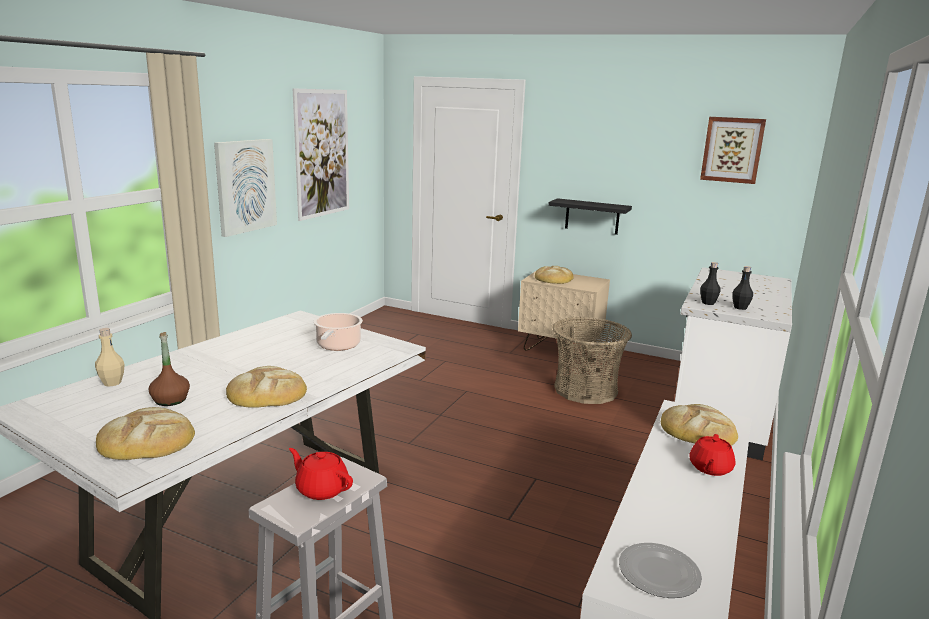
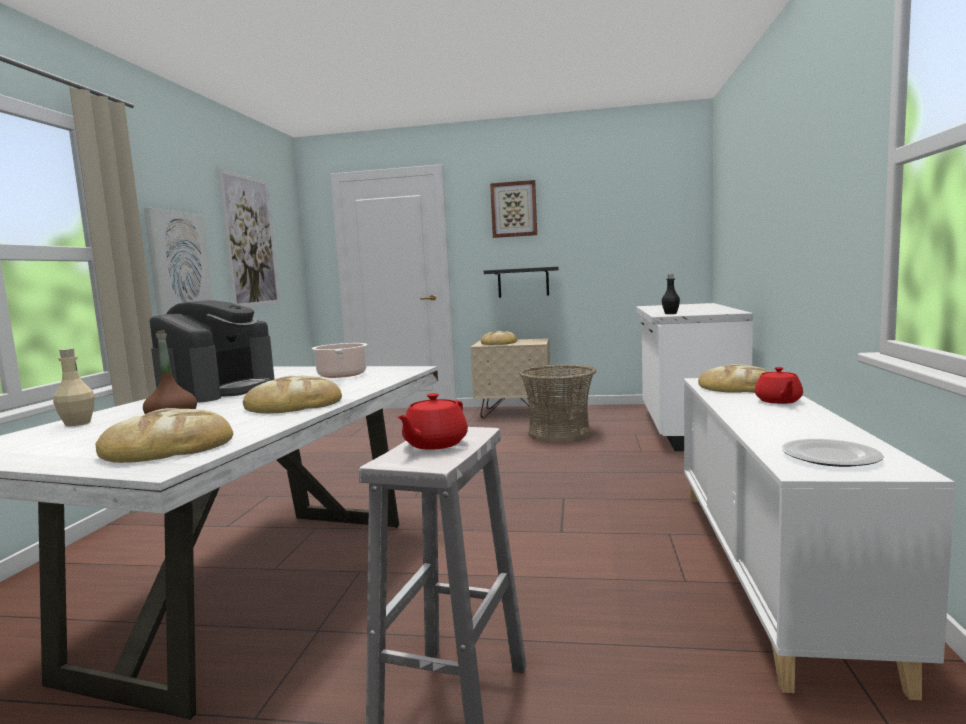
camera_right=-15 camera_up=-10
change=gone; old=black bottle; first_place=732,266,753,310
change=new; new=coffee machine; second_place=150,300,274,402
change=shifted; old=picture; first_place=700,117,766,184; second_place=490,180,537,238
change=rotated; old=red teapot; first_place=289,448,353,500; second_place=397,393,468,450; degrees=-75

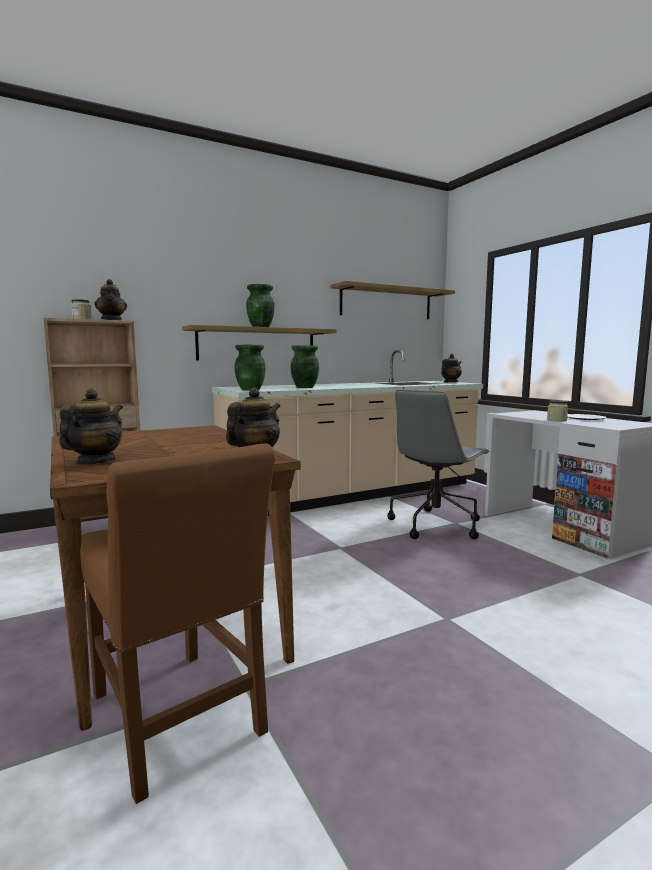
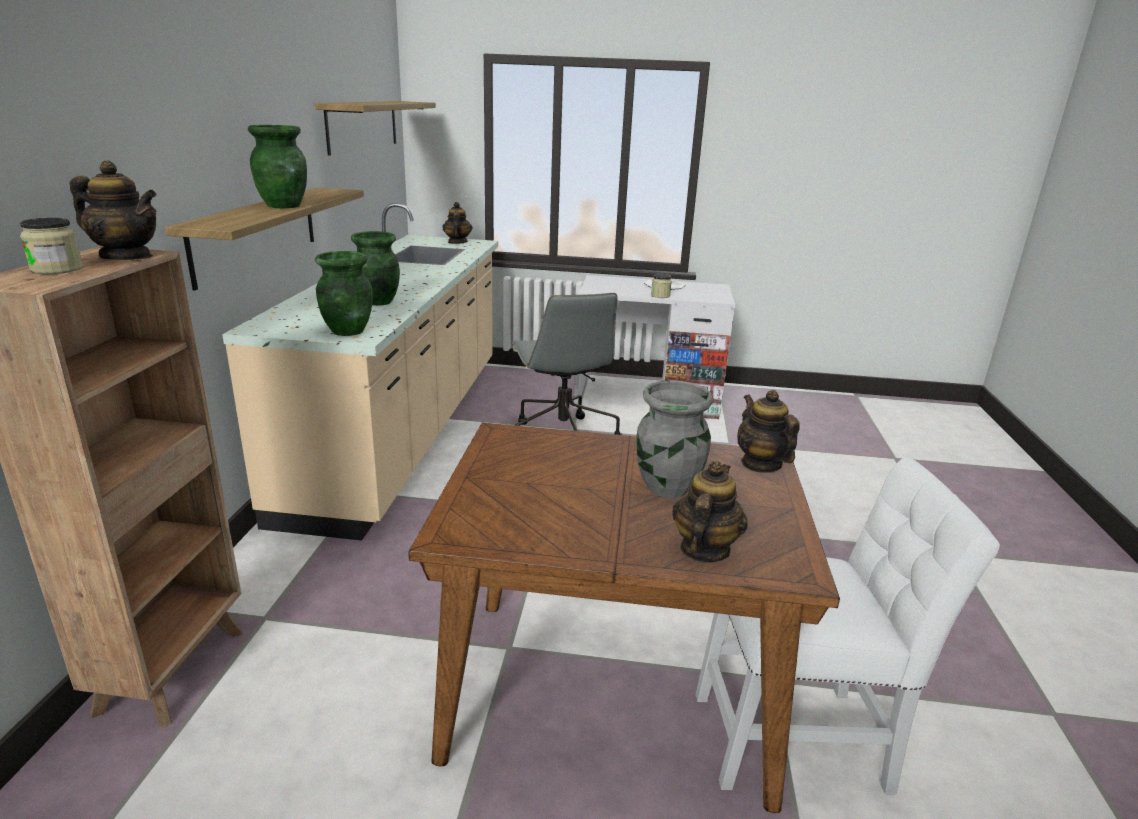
camera_right=-55 camera_up=15
change=new; new=grey vase; second_place=636,380,713,498
change=repainted; old=brown chair; new=white chair; first_place=80,444,275,804; second_place=695,457,1000,795
change=rotated; old=teapot; first_place=59,389,123,465; second_place=672,461,748,562; degrees=60

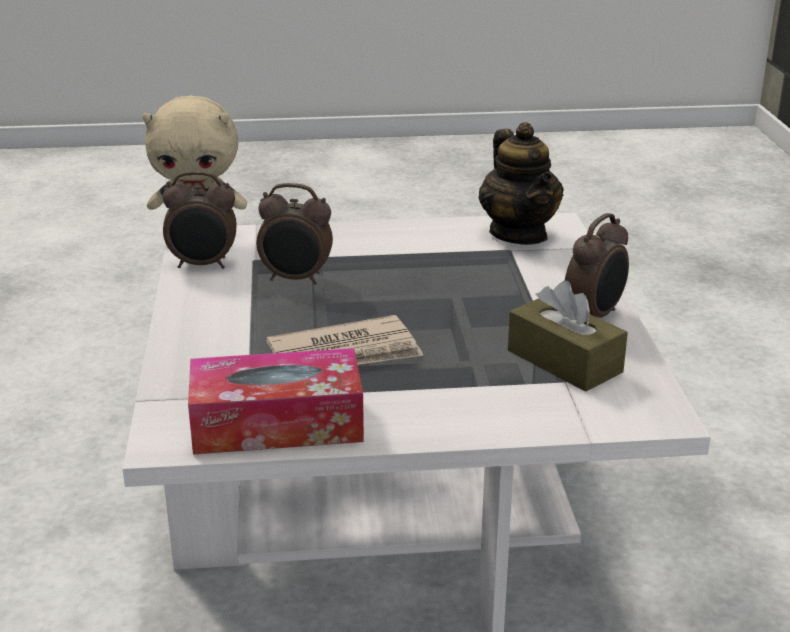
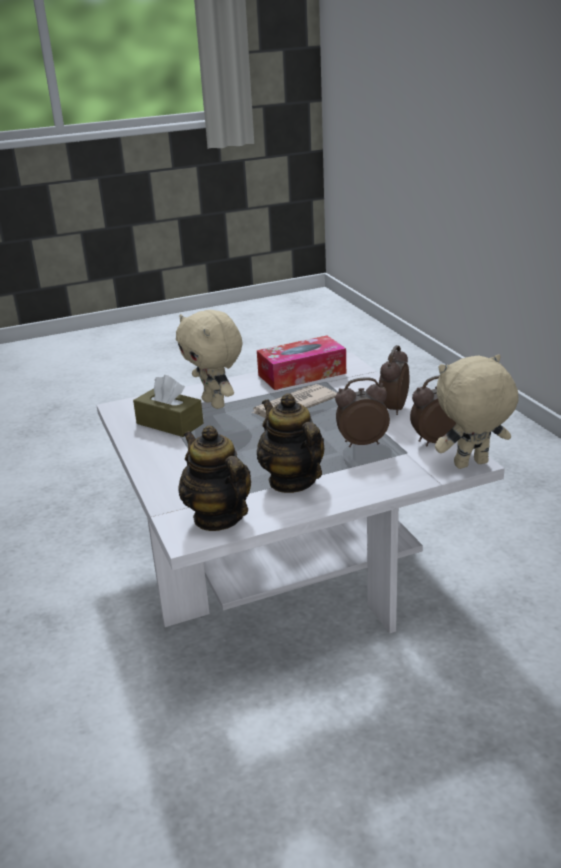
camera_right=165 camera_up=0
change=new; new=beige plush toy; second_place=176,310,243,409
change=new; new=teapot; second_place=257,393,324,493
change=shifted; old=alarm clock; first_place=565,213,629,318; second_place=379,345,410,415

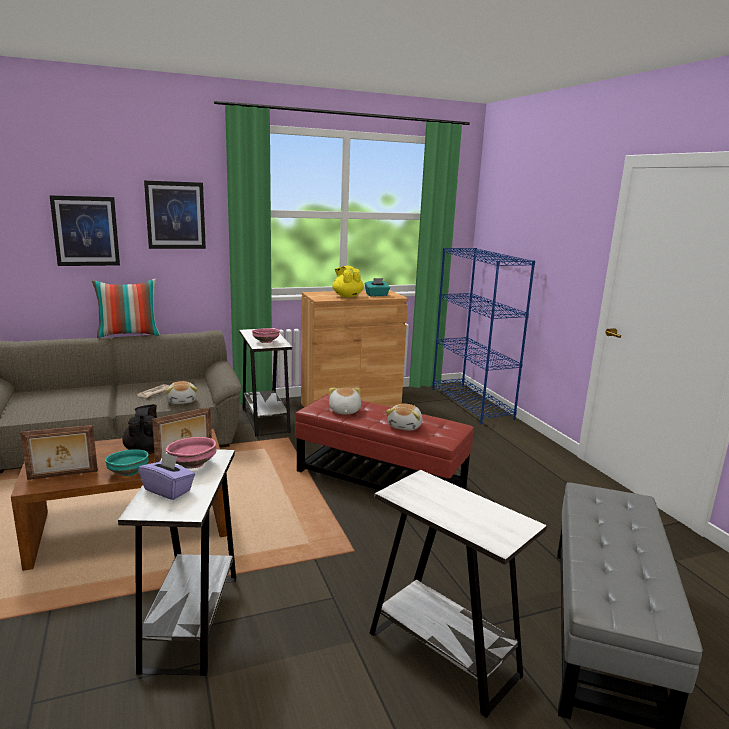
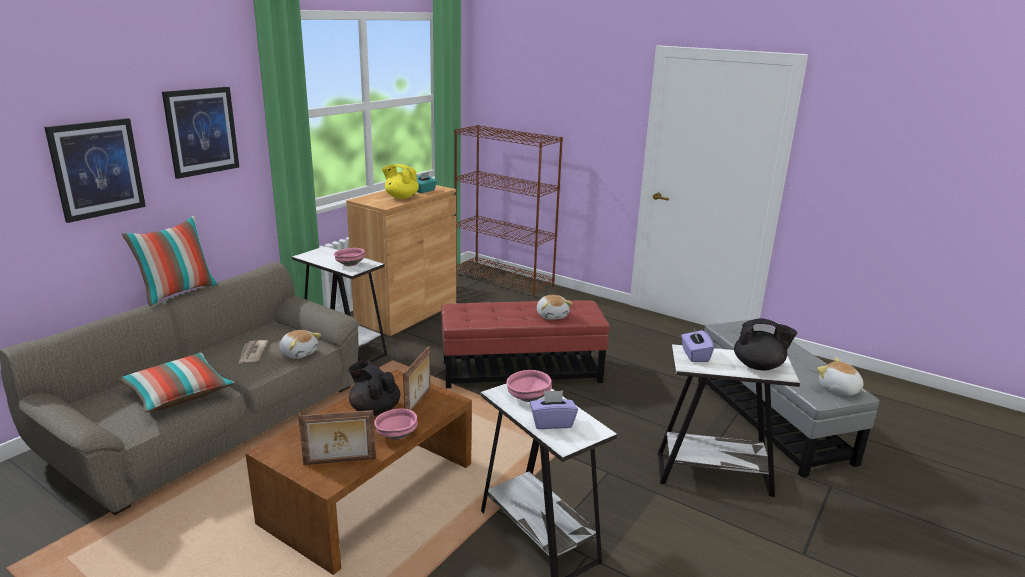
camera_right=-35 camera_up=5
change=new; new=pillow; second_place=117,353,235,412
change=new; new=purple tissue box; second_place=681,329,714,362
change=new; new=black teapot; second_place=734,318,797,371
change=shifted; old=plush toy; first_place=329,388,361,414; second_place=817,357,866,396
change=repainted; old=turquoise bowl; new=pink bowl; first_place=105,449,149,476; second_place=374,408,418,440
change=repainted; old=blue bookcase; new=brown bookcase; first_place=432,248,535,424; second_place=454,125,563,298
change=rotated; old=picture frame; first_place=20,425,98,480; second_place=298,410,376,465; degrees=45

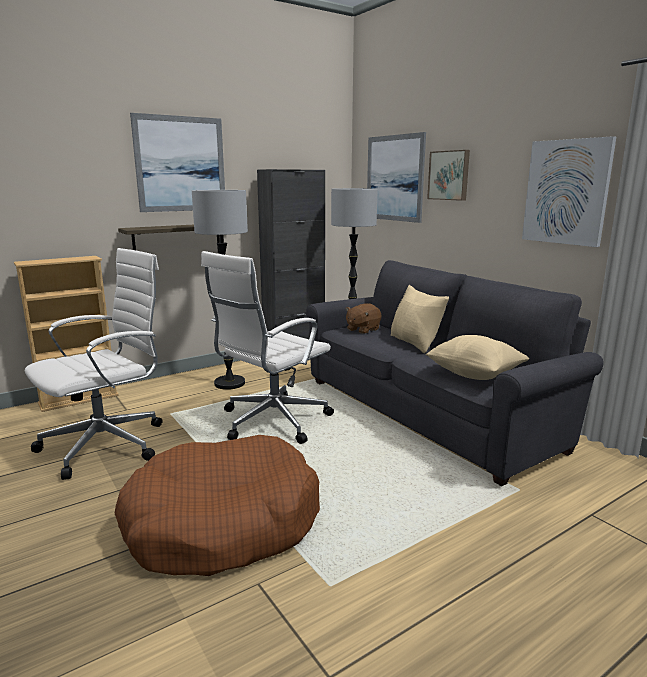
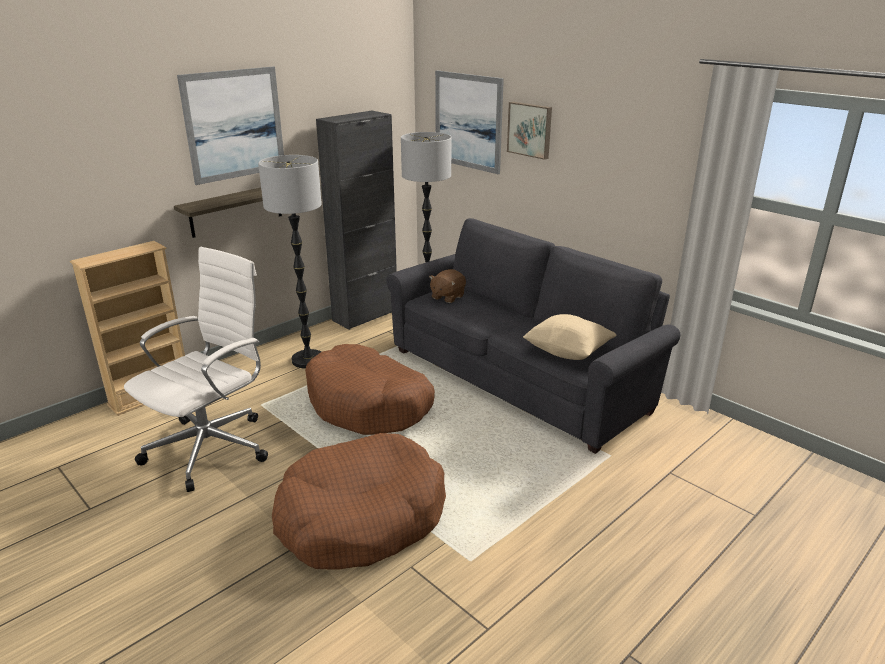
camera_right=-10 camera_up=10
change=gone; old=beige pillow; first_place=391,285,449,353
change=gone; old=picture; first_place=522,136,616,247
change=swapped; old=white office chair; new=brown dog bed; first_place=201,251,334,444; second_place=305,344,435,435

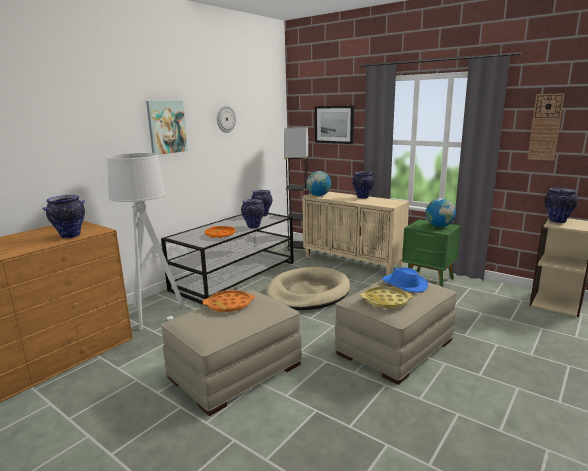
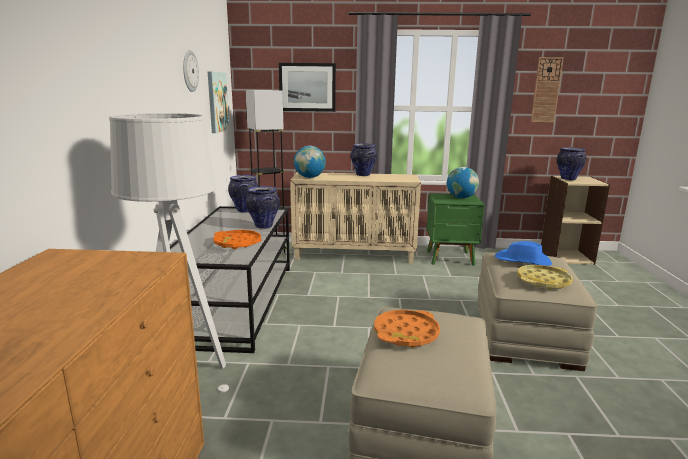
camera_right=-35 camera_up=0
change=gone; old=vase; first_place=42,195,85,238
change=gone; old=beige dog bed; first_place=266,267,350,310
change=shifted; old=picture; first_place=146,100,188,155; second_place=208,72,229,133

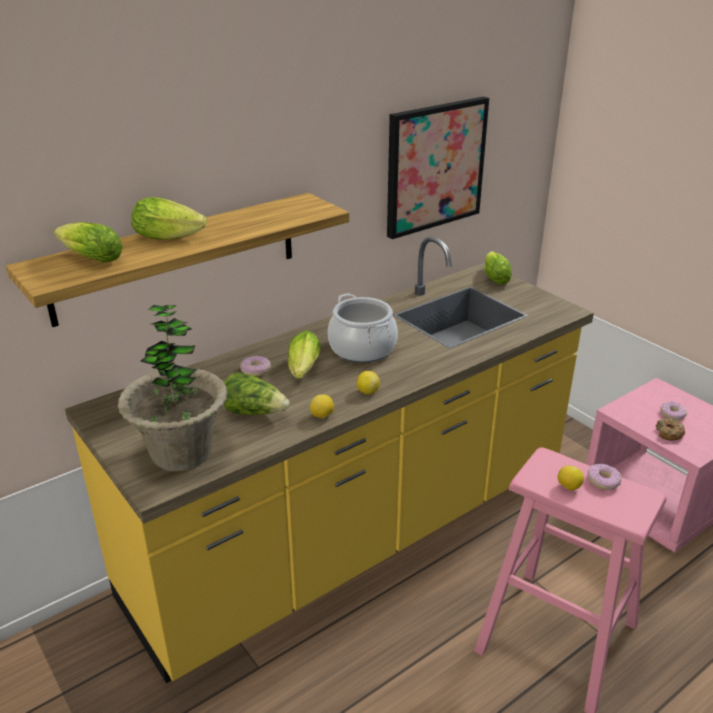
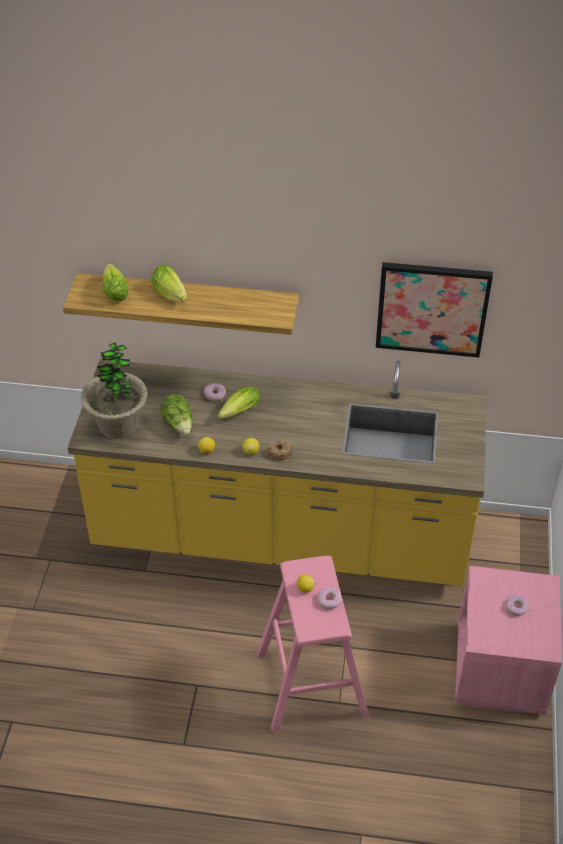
camera_right=45 camera_up=15
change=gone; old=cooking pot; first_place=328,293,398,363
change=gone; old=lettuce; first_place=484,251,512,285
change=shifted; old=donut; first_place=656,418,685,440; second_place=267,439,292,460

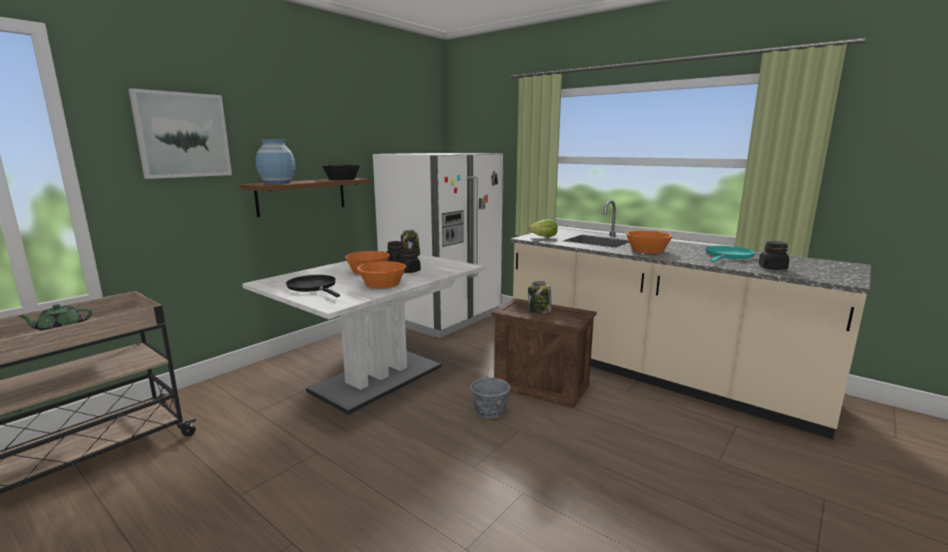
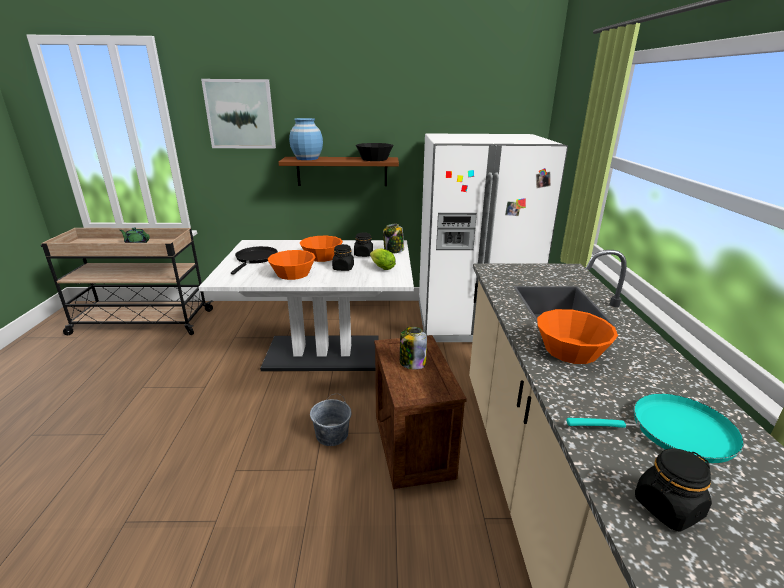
camera_right=50 camera_up=10
change=shifted; old=lettuce; first_place=529,219,558,237; second_place=370,249,396,270

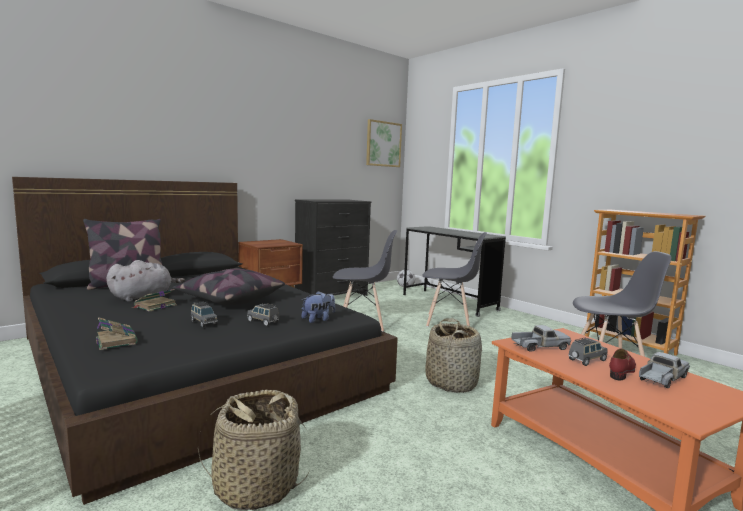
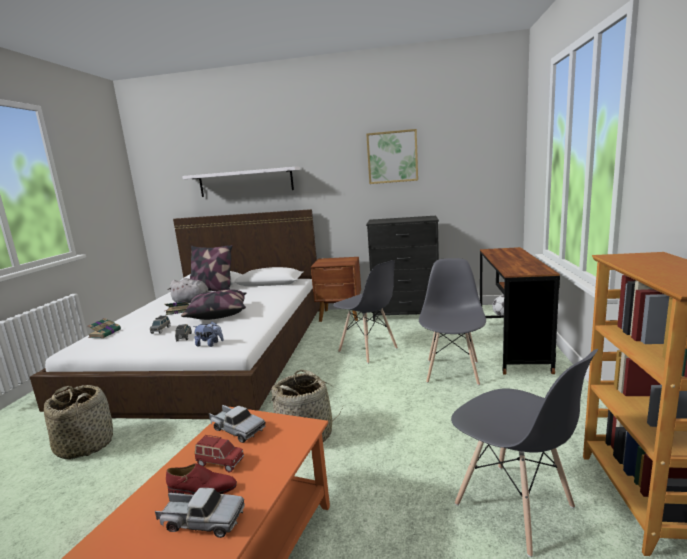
camera_right=50 camera_up=5
change=new; new=white shelf; second_place=182,167,300,197
change=shifted; old=picture; first_place=366,119,402,167; second_place=366,129,418,184
change=repainted; old=black bed; new=white bed; first_place=12,177,398,505; second_place=30,209,320,419
change=repainted; old=grey desk; new=brown desk; first_place=403,226,506,317; second_place=480,247,560,375
change=repainted; old=grey toy car; new=red toy car; first_place=569,338,608,366; second_place=195,435,244,472
change=rotated; old=grey chair; first_place=422,232,487,327; second_place=419,258,486,385; degrees=-135

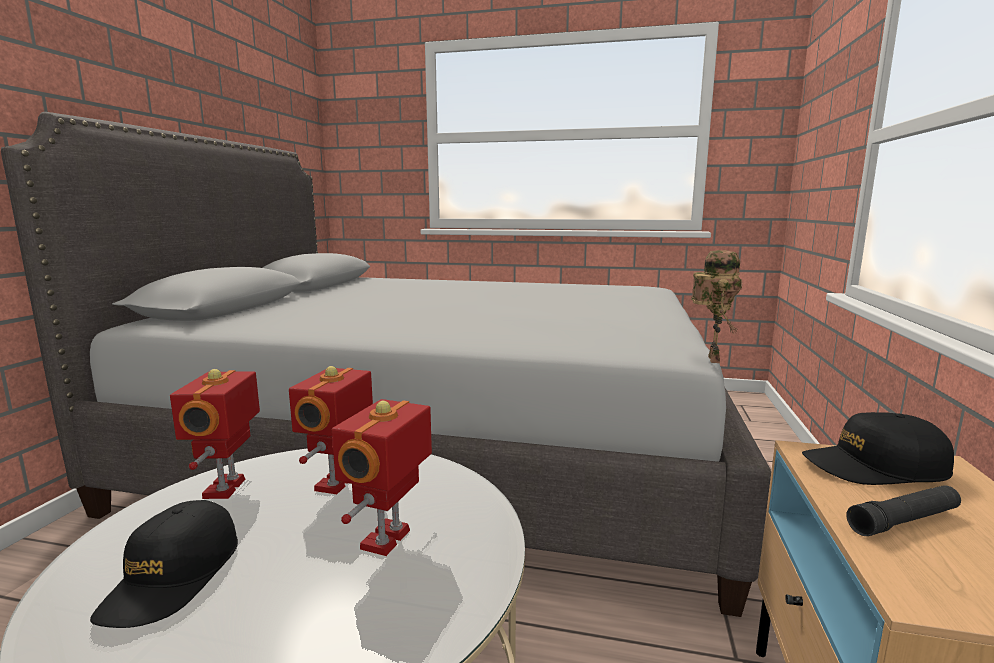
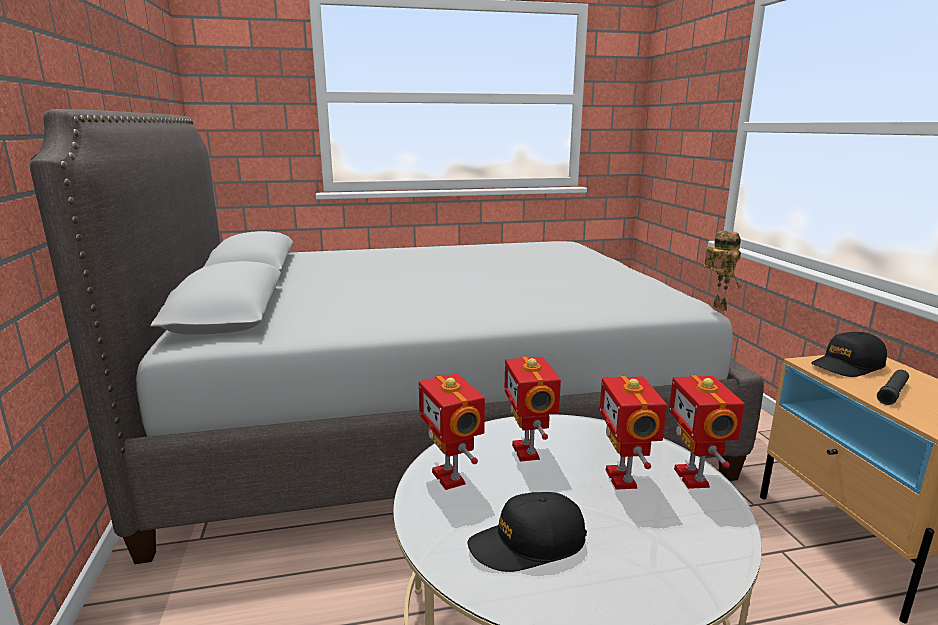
camera_right=-25 camera_up=5
change=new; new=toy robot; second_place=669,375,745,489
change=rotated; old=black cap; first_place=90,500,238,628; second_place=467,492,587,572; degrees=90

